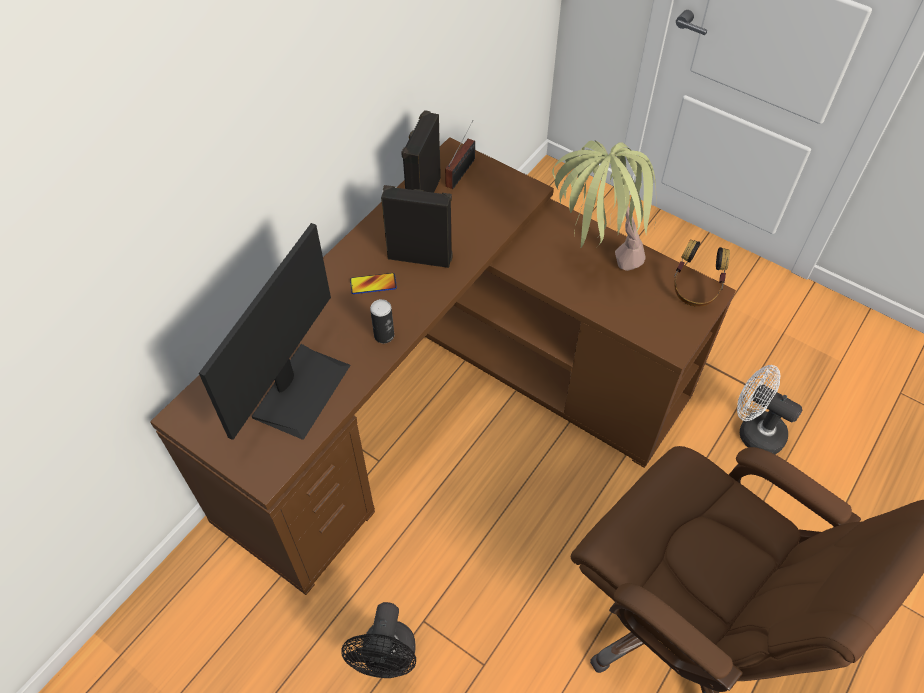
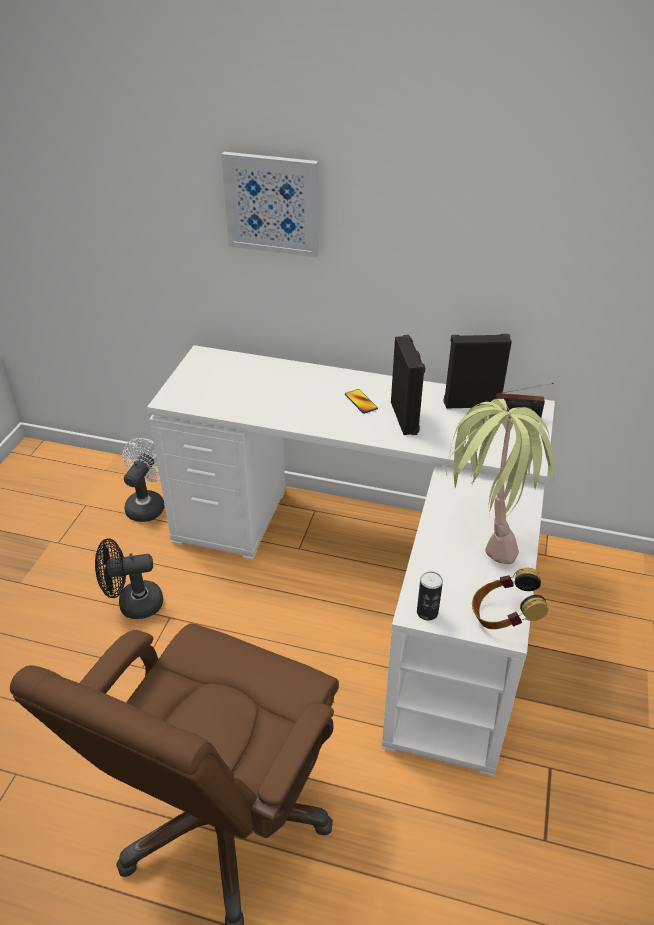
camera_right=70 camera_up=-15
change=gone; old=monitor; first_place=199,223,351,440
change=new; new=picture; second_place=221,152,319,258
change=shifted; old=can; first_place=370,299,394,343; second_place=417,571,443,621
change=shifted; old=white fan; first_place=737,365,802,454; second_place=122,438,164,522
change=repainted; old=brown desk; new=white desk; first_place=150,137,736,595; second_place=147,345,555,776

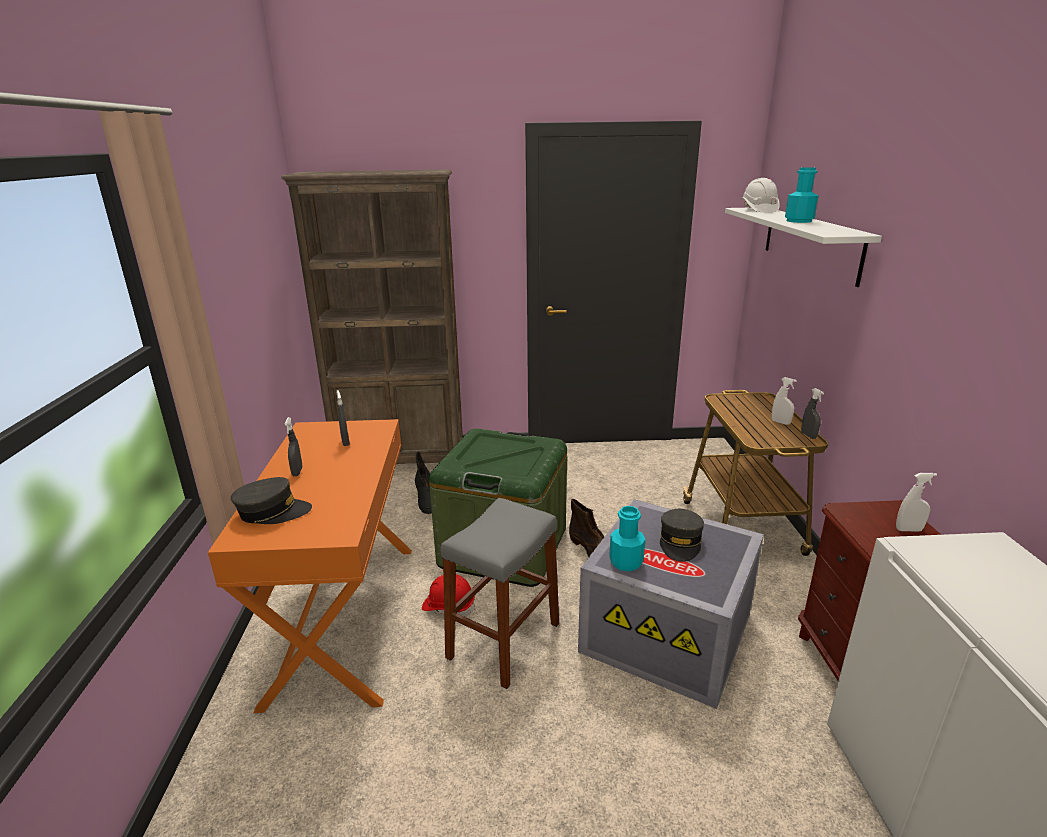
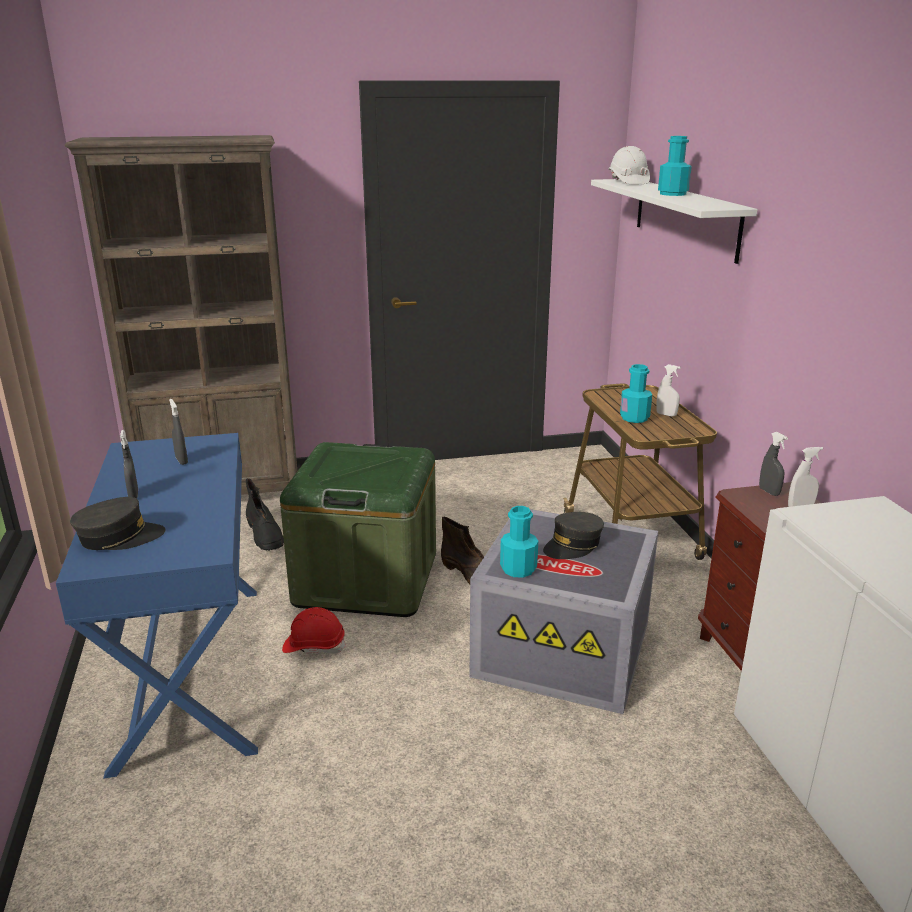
camera_right=-10 camera_up=0
change=gone; old=grey stool; first_place=440,498,559,689
change=new; new=turquoise bottle; second_place=620,364,652,423
change=shifted; old=grey spray bottle; first_place=801,388,824,439; second_place=759,432,788,496
change=repainted; old=orange desk; new=blue desk; first_place=208,419,412,713; second_place=56,433,258,779
change=rotated; old=grey cap; first_place=660,509,704,562; second_place=543,512,604,559; degrees=45

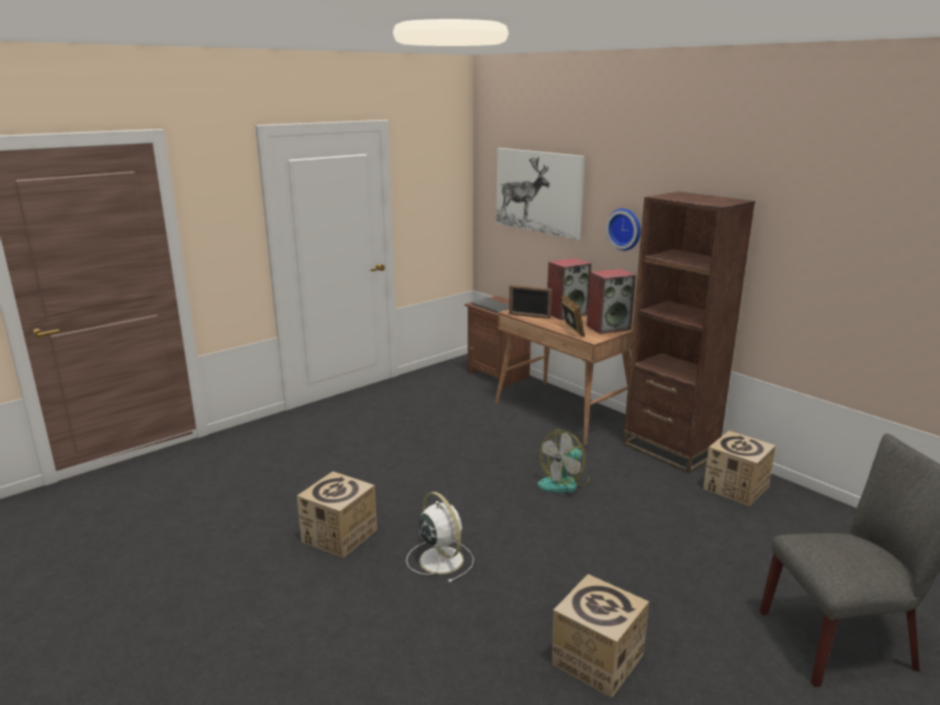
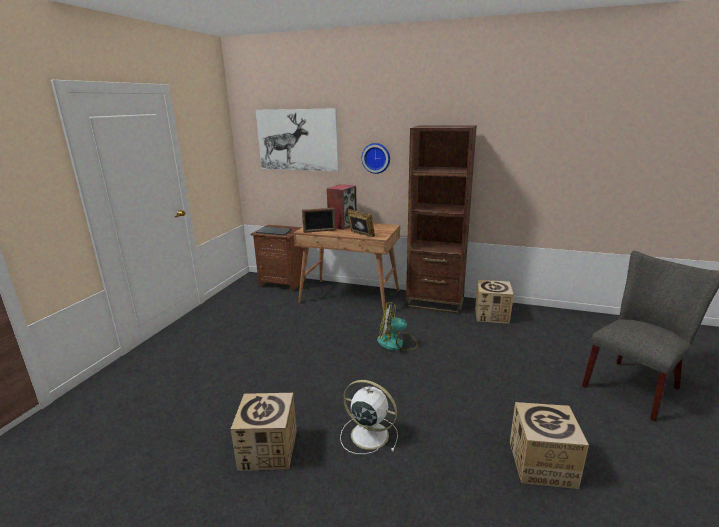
camera_right=-30 camera_up=0
change=gone; old=speaker; first_place=587,269,636,334
change=rotated; old=fan; first_place=538,429,590,493; second_place=377,302,417,351; degrees=75

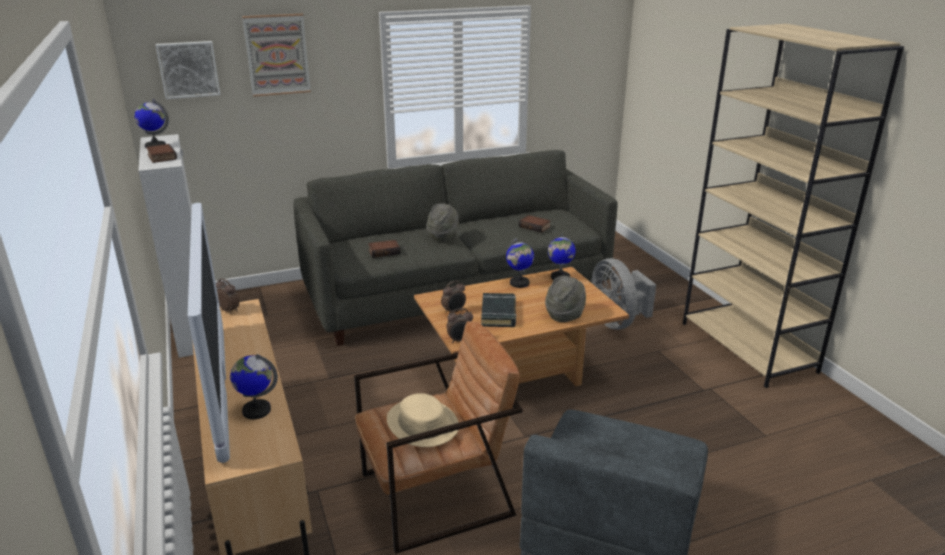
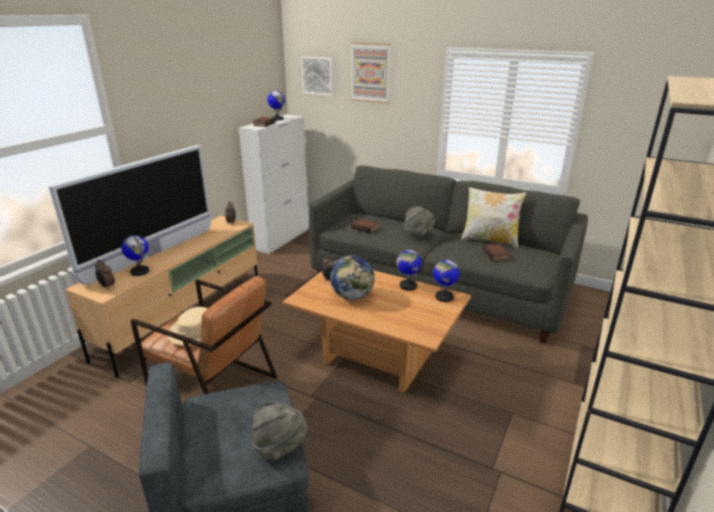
camera_right=50 camera_up=0
change=gone; old=grey fan; first_place=591,258,656,330
change=new; new=pillow; second_place=461,187,526,248
change=shifted; old=alarm clock; first_place=446,308,473,343; second_place=95,260,115,290
change=shifted; old=grey hat; first_place=545,276,586,322; second_place=252,401,308,461
change=swapped; old=black book; new=globe; first_place=481,293,516,327; second_place=330,255,375,300

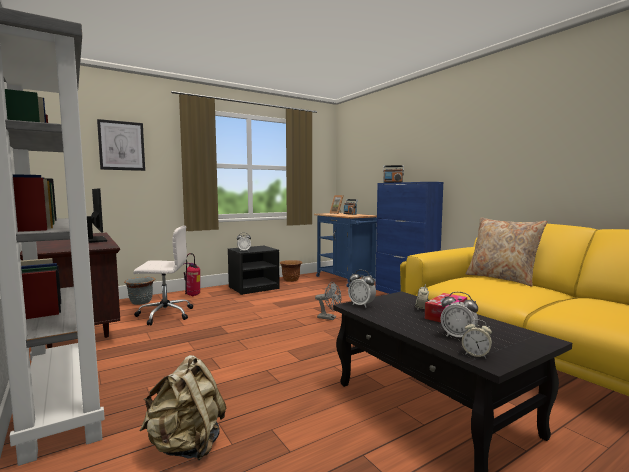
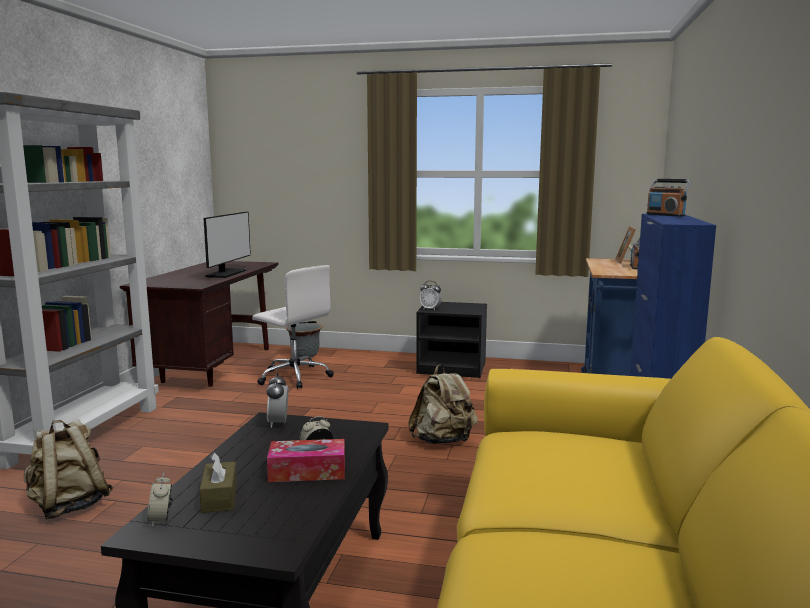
camera_right=45 camera_up=5
change=gone; old=picture; first_place=97,119,145,171
change=gone; old=fire extinguisher; first_place=184,253,200,296
change=gone; old=brown planter; first_place=280,260,302,282
change=gone; old=beige pillow; first_place=466,217,547,287
change=swapped; old=grey fan; new=beige backpack; first_place=315,282,341,320; second_place=408,364,478,444
change=swapped; old=alarm clock; new=brown tissue box; first_place=441,292,478,337; second_place=199,452,237,513

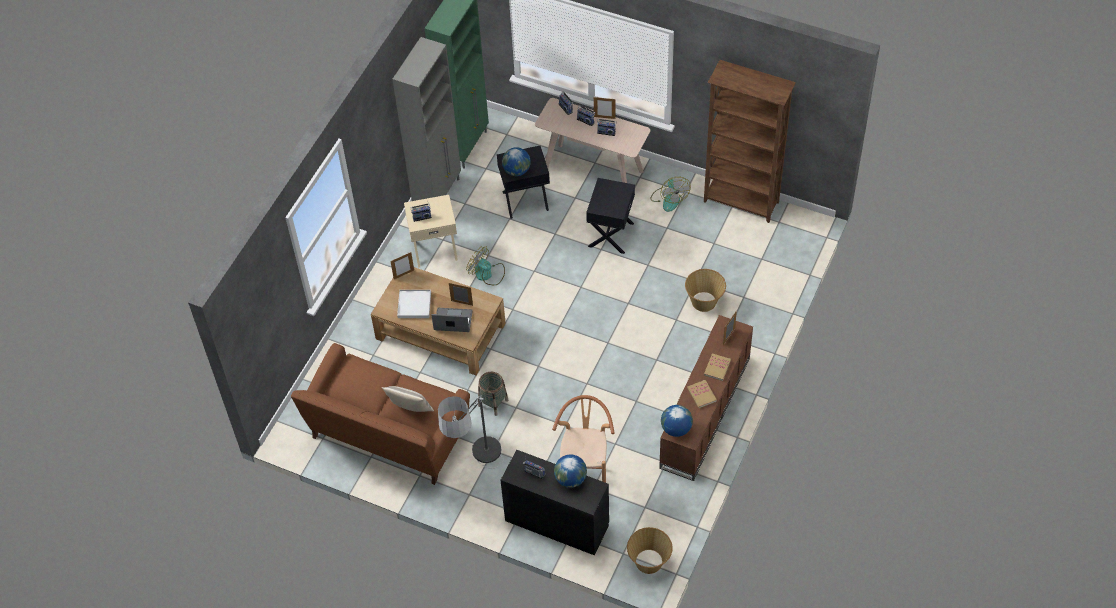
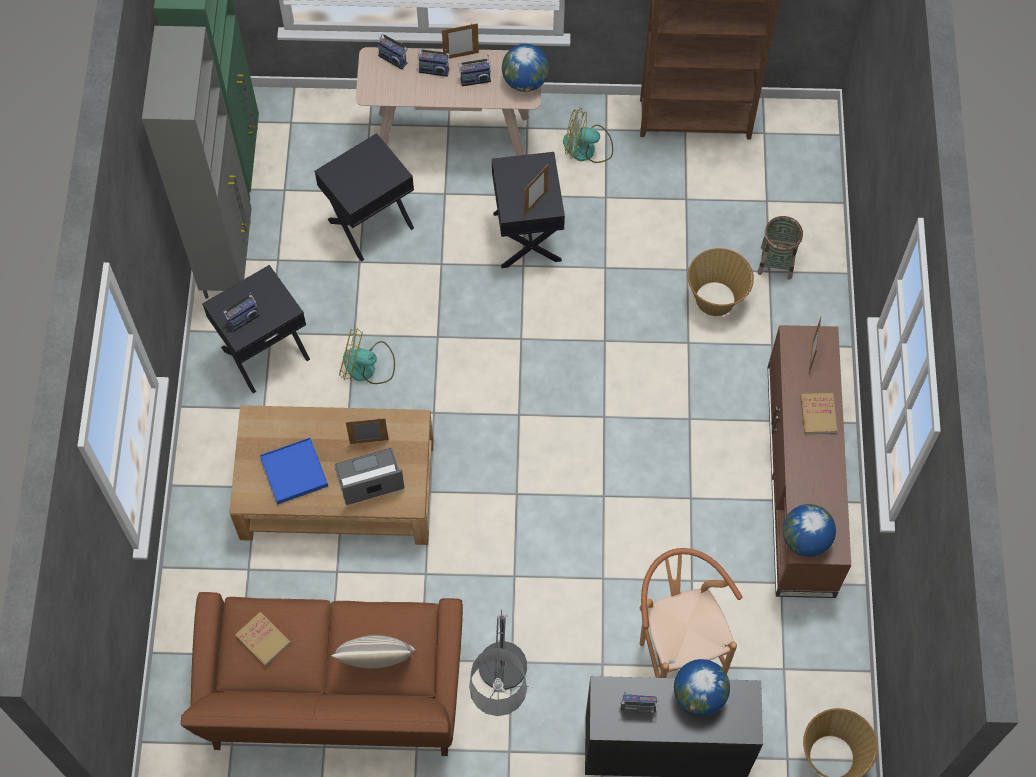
camera_right=-25 camera_up=10
change=shifted; old=picture frame; first_place=391,252,414,279; second_place=524,164,548,216
change=shifted; old=basket; first_place=478,372,508,416; second_place=757,216,803,280
change=shifted; old=globe; first_place=502,147,531,176; second_place=502,44,549,92
change=shifted; old=book; first_place=687,380,717,408; second_place=235,612,291,667
change=repainted; old=white tray; new=blue tray; first_place=397,290,431,318; second_place=260,438,328,505
change=repainted; old=beige side table; new=black side table; first_place=404,195,458,268; second_place=202,265,310,393
change=rotated; old=fan; first_place=650,176,691,212; second_place=563,108,613,163; degrees=135

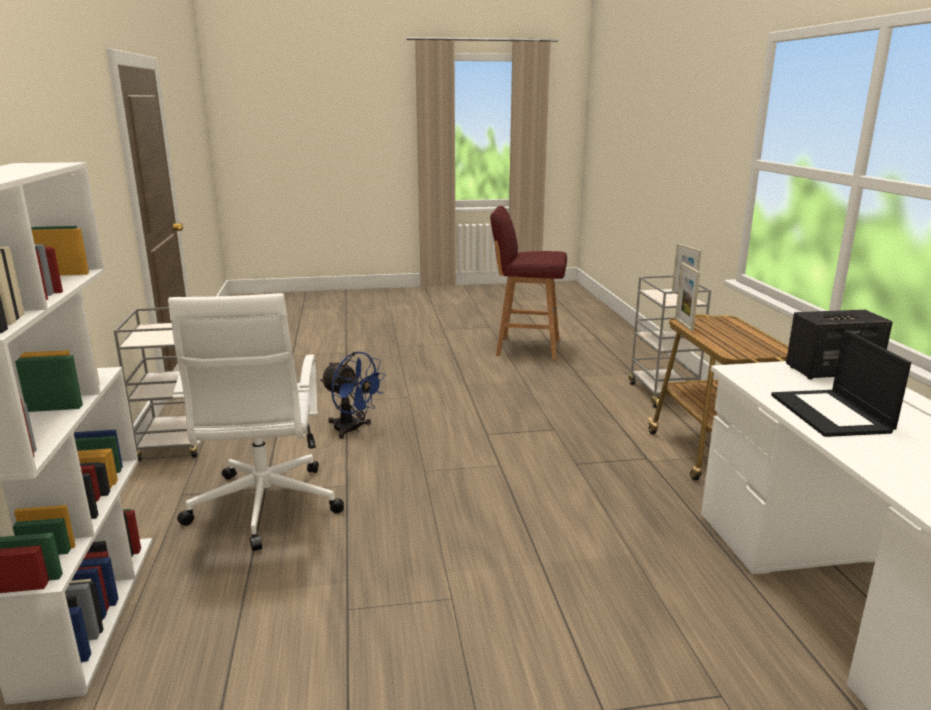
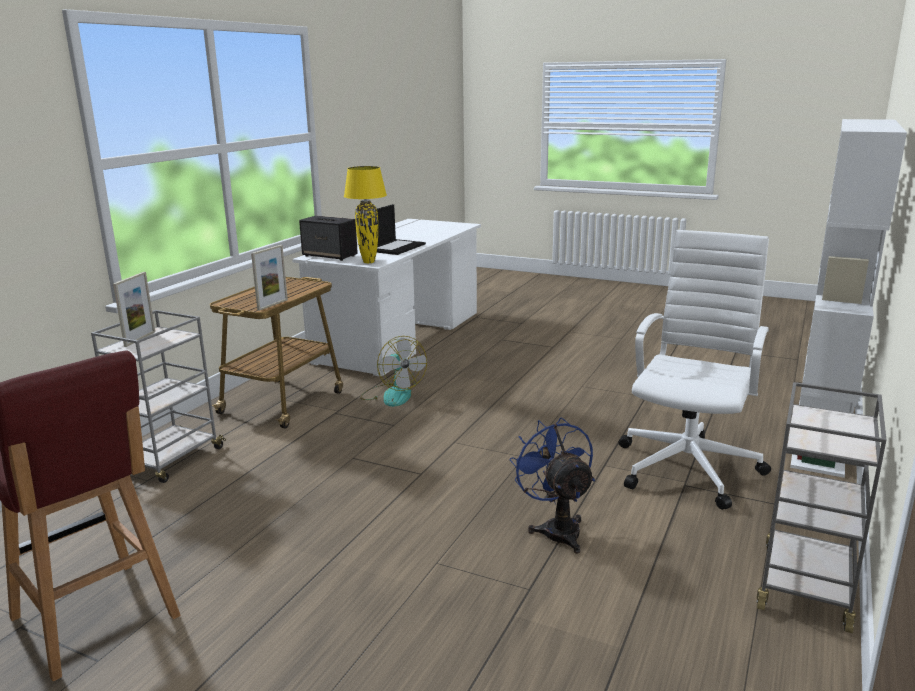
camera_right=-145 camera_up=0
change=new; new=yellow table lamp; second_place=344,166,387,263
change=new; new=fan; second_place=360,336,427,407

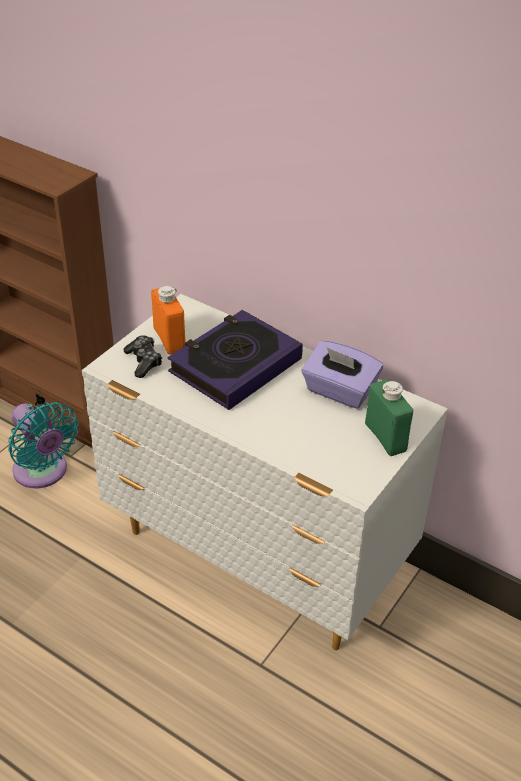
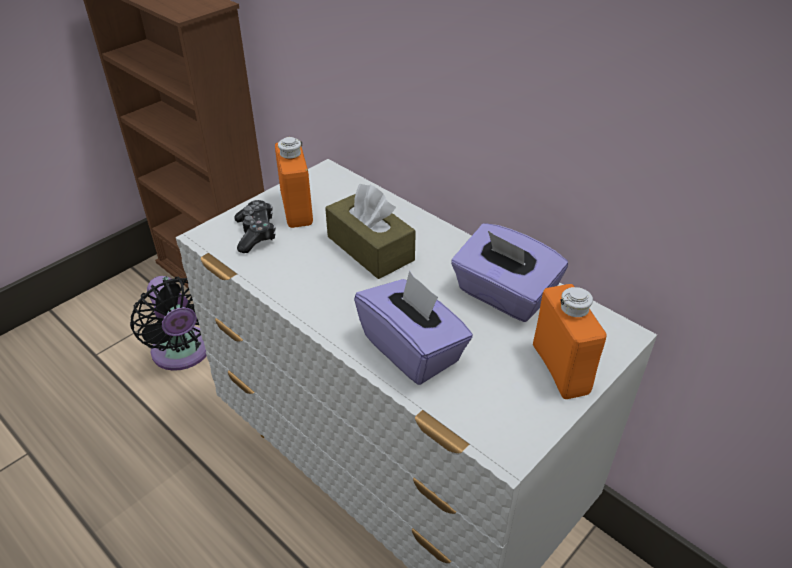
camera_right=10 camera_up=0
change=new; new=purple tissue box; second_place=354,271,473,385
change=swapped; old=book; new=brown tissue box; first_place=167,310,303,410; second_place=325,184,416,279
change=repainted; old=turquoise fan; new=black fan; first_place=8,402,79,488; second_place=130,276,207,371
change=repainted; old=green bottle; new=orange bottle; first_place=365,379,413,456; second_place=533,284,607,399

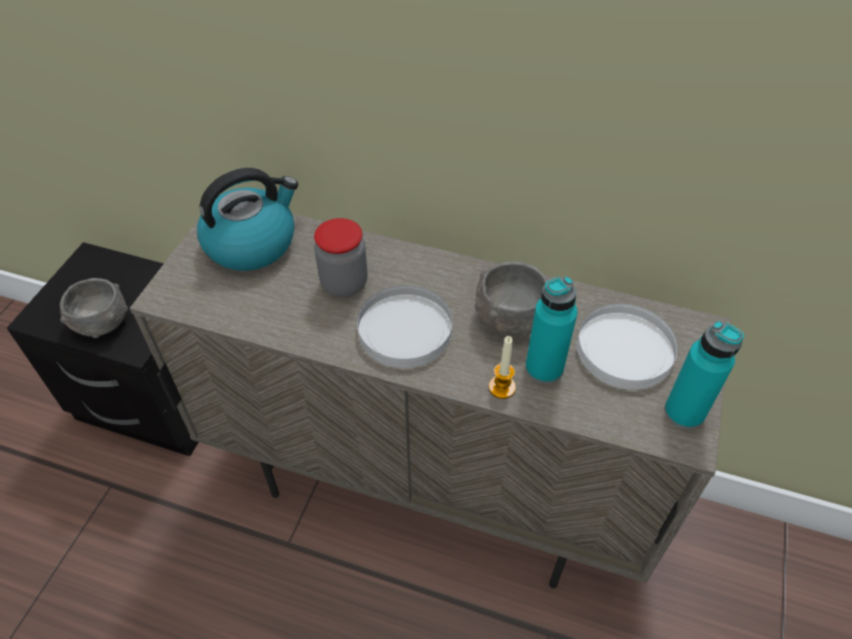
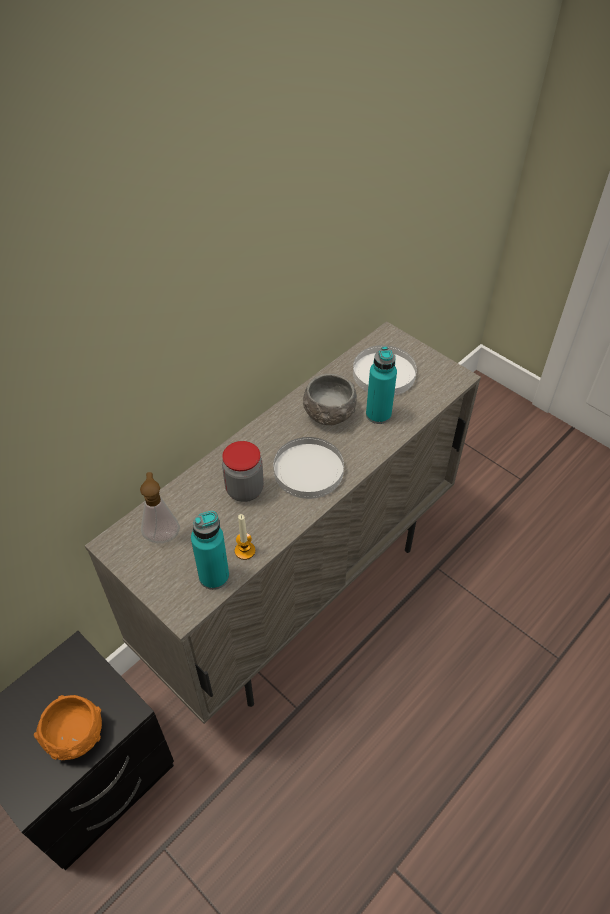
camera_right=-65 camera_up=0
change=shifted; old=candle; first_place=488,336,516,399; second_place=235,514,255,560
change=shifted; old=turquoise bottle; first_place=664,321,744,429; second_place=191,511,229,590
change=swapped; old=kettle; new=soap dispenser; first_place=197,168,298,271; second_place=140,472,180,543
change=repainted; old=grey bowl; new=orange bowl; first_place=60,278,128,338; second_place=34,695,102,760

